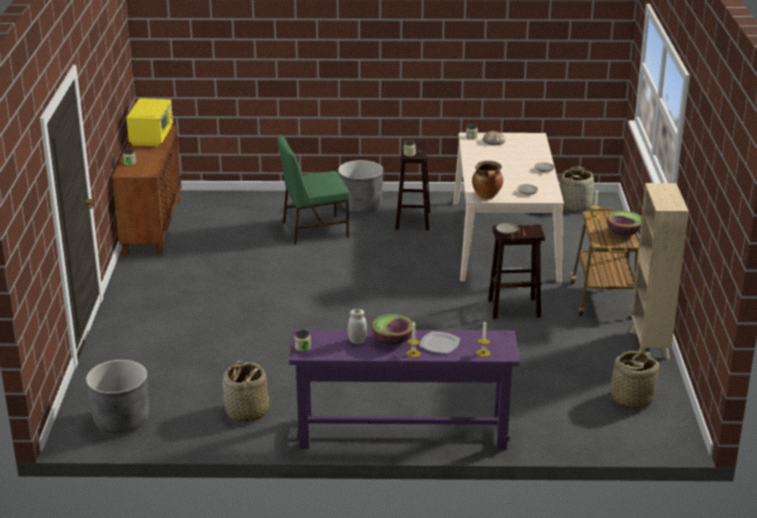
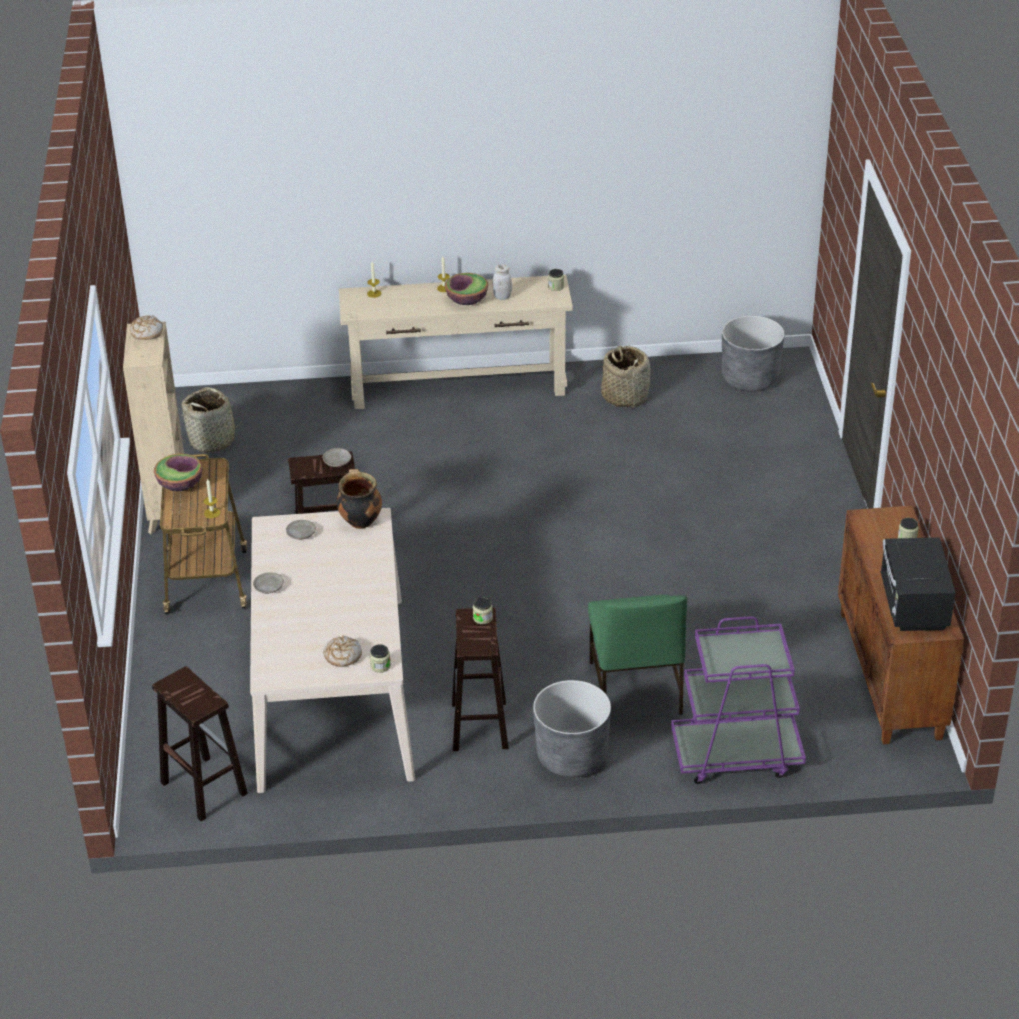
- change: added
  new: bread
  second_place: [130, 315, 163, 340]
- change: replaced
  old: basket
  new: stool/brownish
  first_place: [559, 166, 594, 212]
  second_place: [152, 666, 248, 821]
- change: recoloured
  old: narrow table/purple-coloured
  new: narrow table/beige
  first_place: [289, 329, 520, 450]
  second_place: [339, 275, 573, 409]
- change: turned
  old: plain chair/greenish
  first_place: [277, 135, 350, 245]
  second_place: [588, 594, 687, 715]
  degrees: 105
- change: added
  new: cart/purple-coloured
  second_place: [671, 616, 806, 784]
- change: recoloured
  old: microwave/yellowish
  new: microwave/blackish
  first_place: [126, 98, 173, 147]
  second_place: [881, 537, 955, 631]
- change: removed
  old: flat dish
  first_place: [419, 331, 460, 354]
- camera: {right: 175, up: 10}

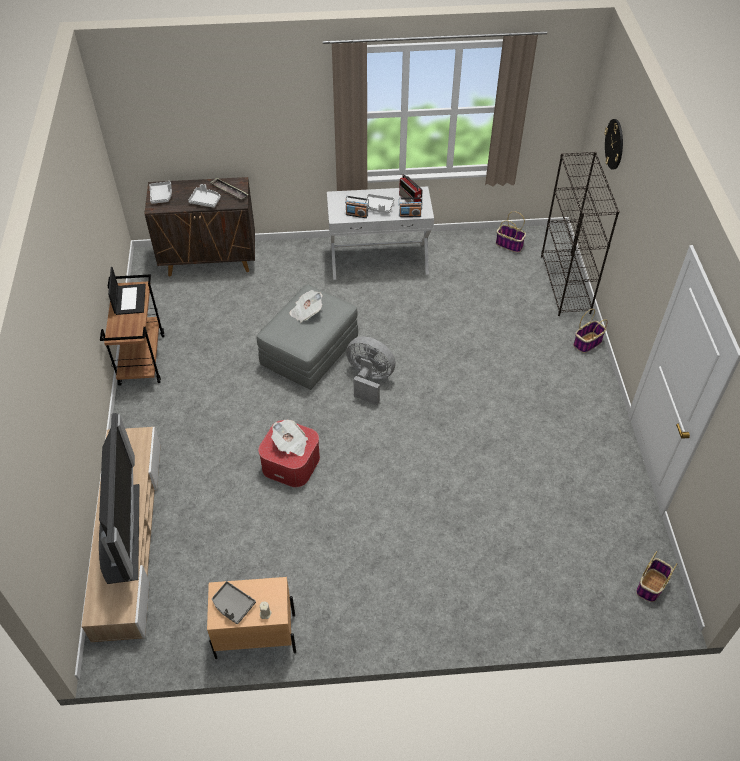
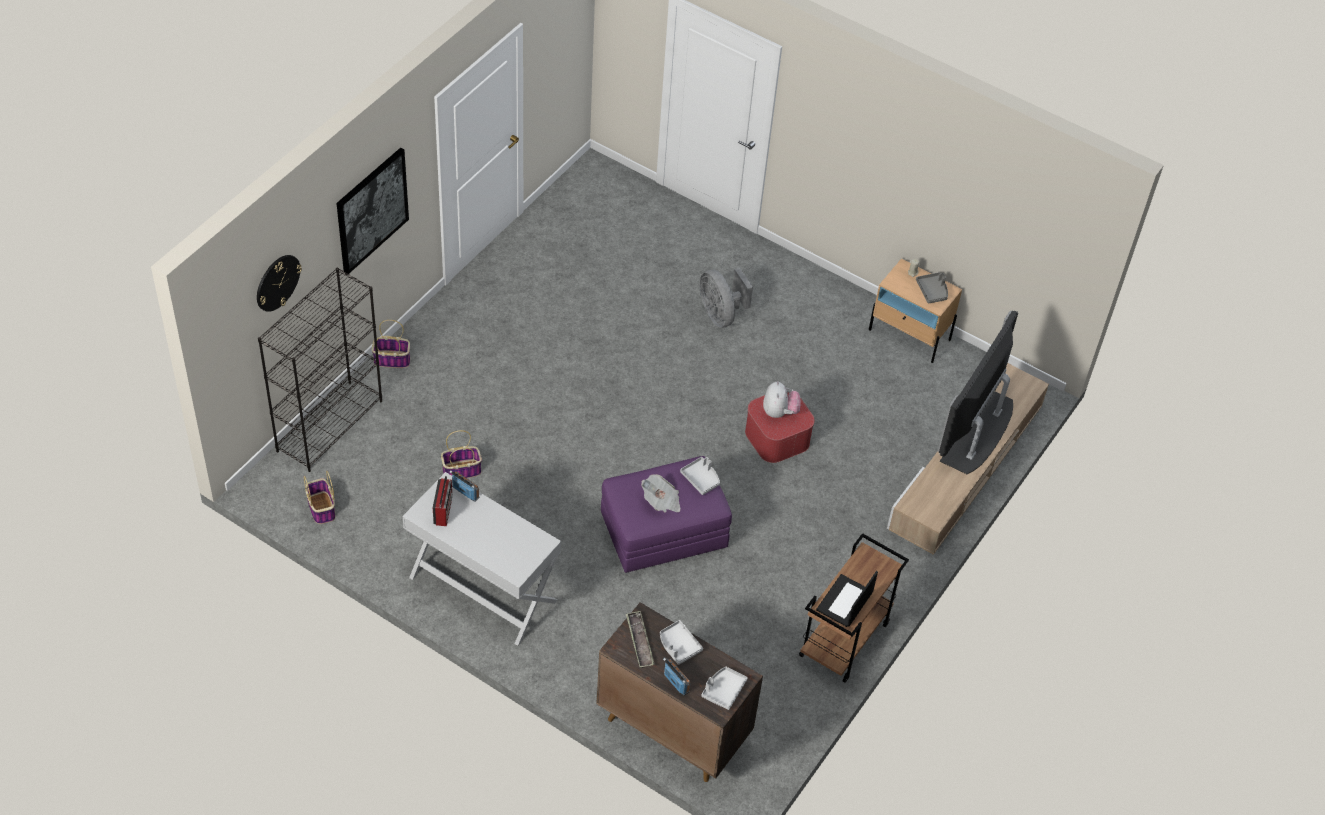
- change: added
  new: wall picture
  second_place: [336, 148, 409, 275]
- change: moved
  old: basket
  first_place: [636, 551, 677, 602]
  second_place: [441, 430, 482, 478]
- change: recoloured
  old: pouffe/grey
  new: pouffe/purple-coloured
  first_place: [257, 285, 358, 390]
  second_place: [601, 456, 732, 573]
- change: moved
  old: radio
  first_place: [345, 196, 369, 218]
  second_place: [663, 658, 691, 696]
- change: moved
  old: tray/grey
  first_place: [365, 194, 394, 213]
  second_place: [680, 457, 720, 495]
- change: moved
  old: cooling fan/grey
  first_place: [346, 337, 396, 405]
  second_place: [700, 267, 753, 327]
- change: replaced
  old: daily paper
  new: cuddly toy
  first_place: [271, 420, 308, 456]
  second_place: [763, 381, 801, 418]
- camera: {right: -145, up: 0}

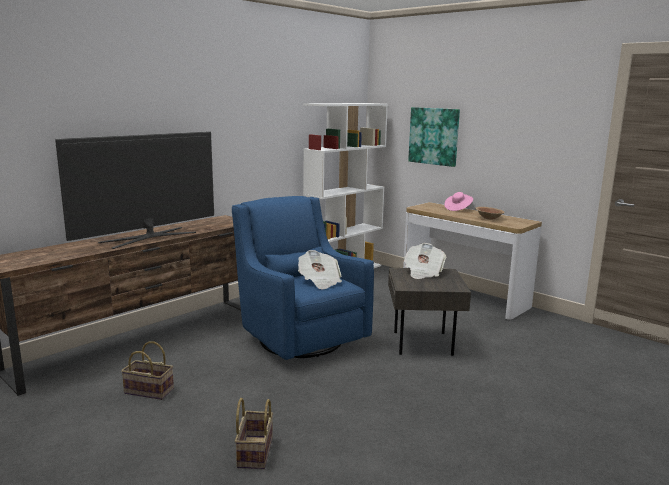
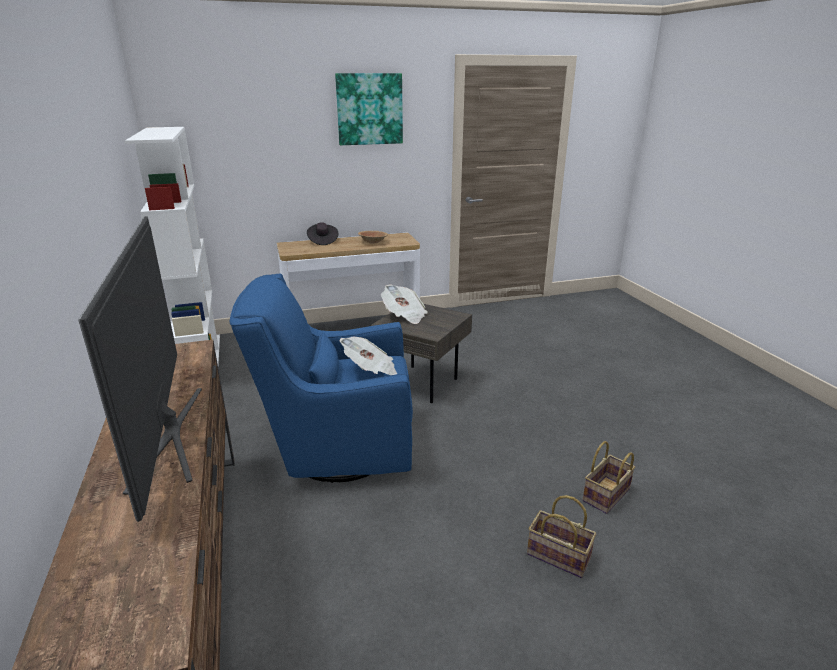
- change: recoloured
  old: clothing hat/pinkish
  new: clothing hat/blackish
  first_place: [444, 192, 473, 211]
  second_place: [307, 222, 338, 245]
- change: moved
  old: wall picture
  first_place: [408, 107, 460, 167]
  second_place: [335, 73, 403, 145]
- change: moved
  old: basket
  first_place: [121, 341, 174, 400]
  second_place: [582, 441, 635, 514]
- camera: {right: -60, up: 10}

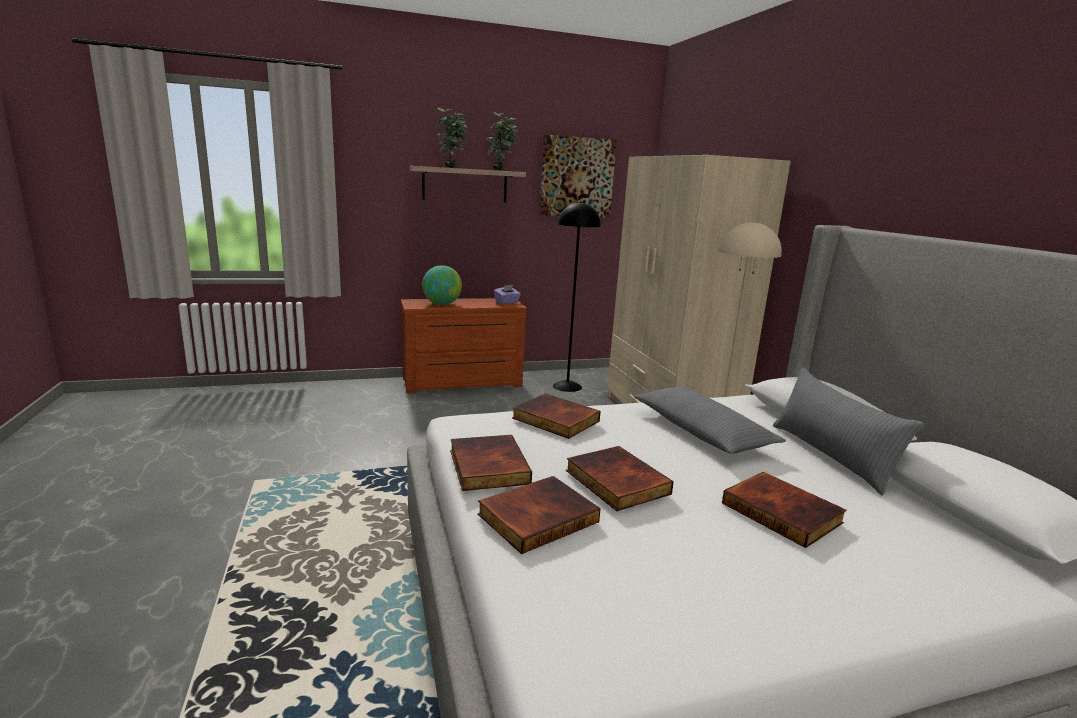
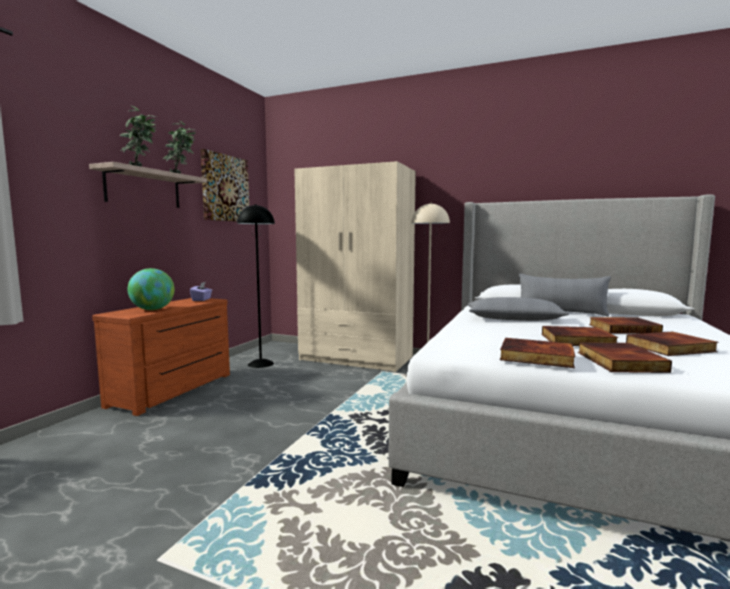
- change: moved
  old: bound book
  first_place: [512, 393, 601, 439]
  second_place: [626, 332, 718, 356]
- camera: {right: -50, up: -10}

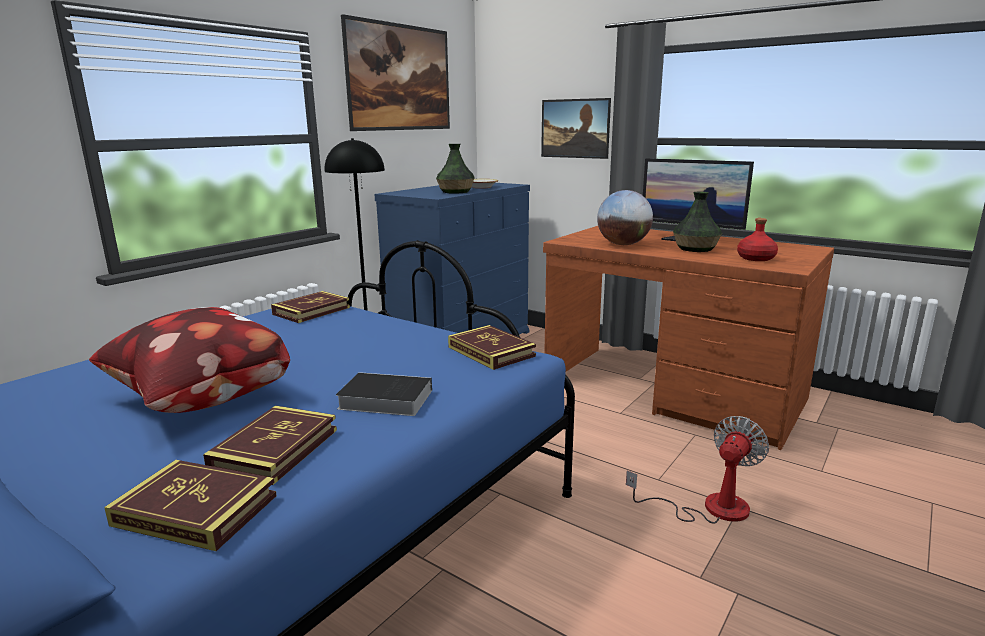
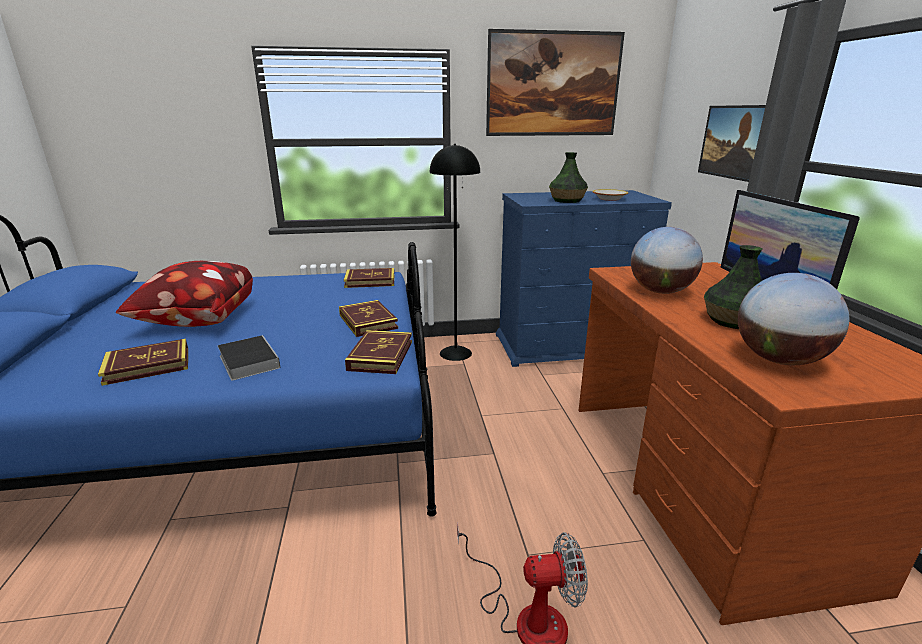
- change: moved
  old: bound book
  first_place: [104, 460, 277, 551]
  second_place: [339, 300, 398, 337]
- change: replaced
  old: bottle/reddish
  new: world globe
  first_place: [737, 218, 778, 261]
  second_place: [738, 273, 849, 365]
- camera: {right: 45, up: 5}

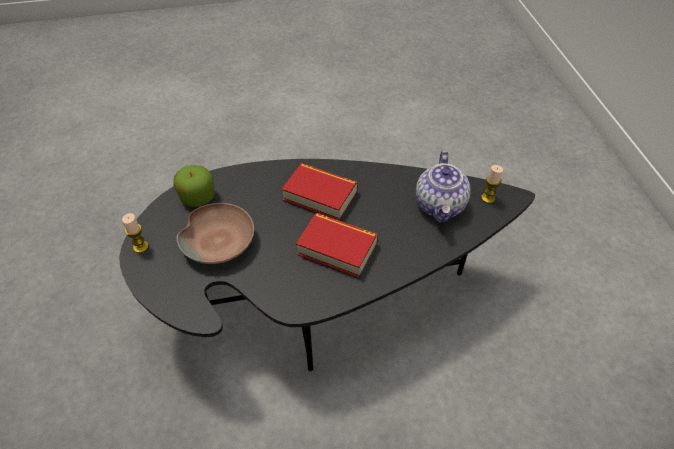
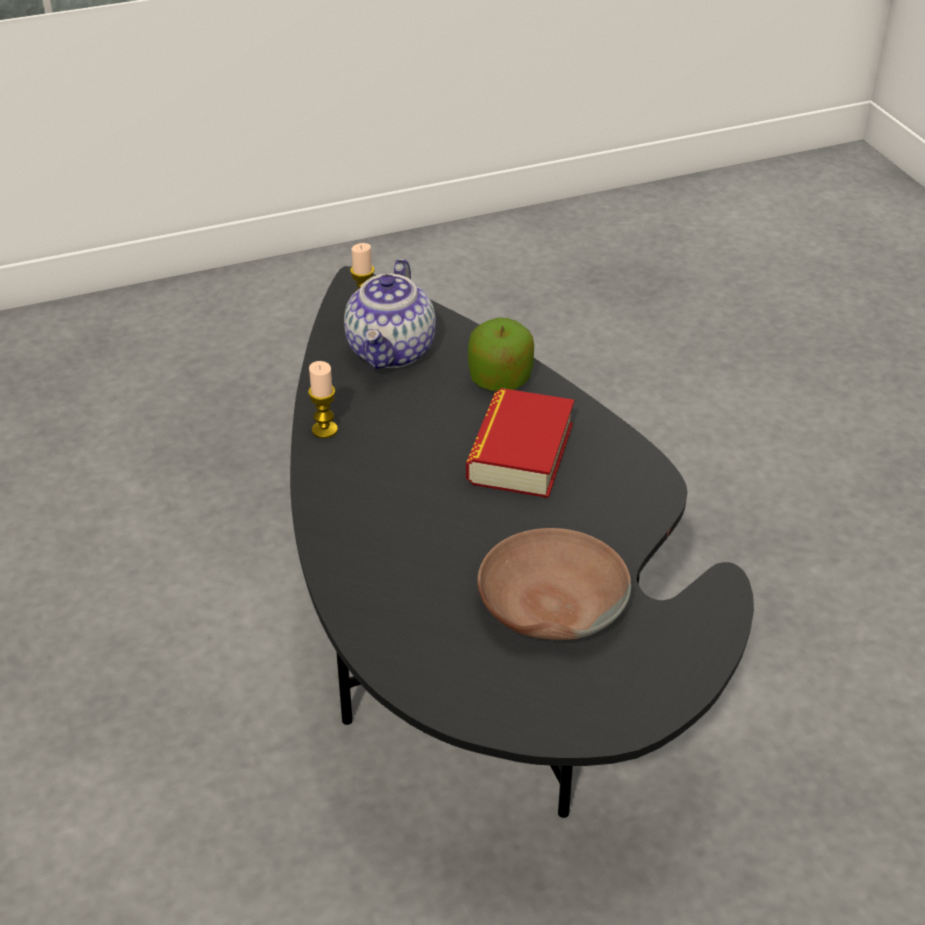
- change: moved
  old: candle
  first_place: [122, 213, 149, 253]
  second_place: [308, 361, 338, 438]
- change: turned
  old: teapot
  first_place: [416, 151, 471, 223]
  second_place: [344, 259, 436, 369]
  degrees: 105
- change: moved
  old: whole apple
  first_place: [173, 165, 214, 207]
  second_place: [468, 317, 534, 391]
- change: removed
  old: bound book
  first_place: [282, 163, 358, 220]
- camera: {right: -100, up: -10}

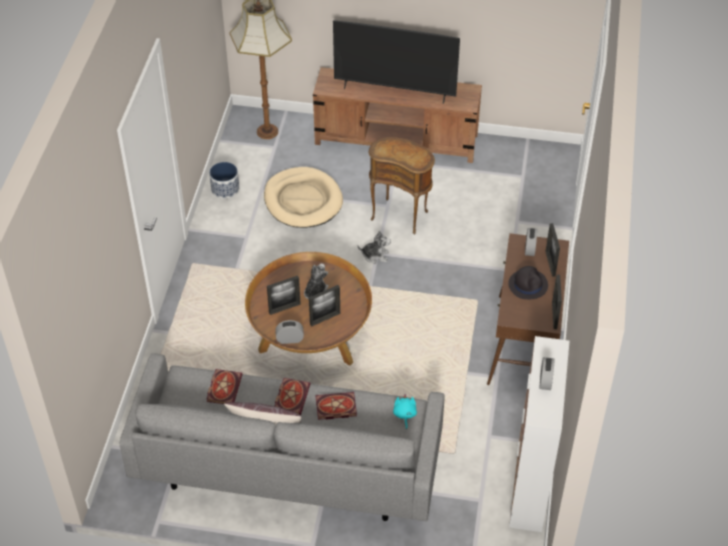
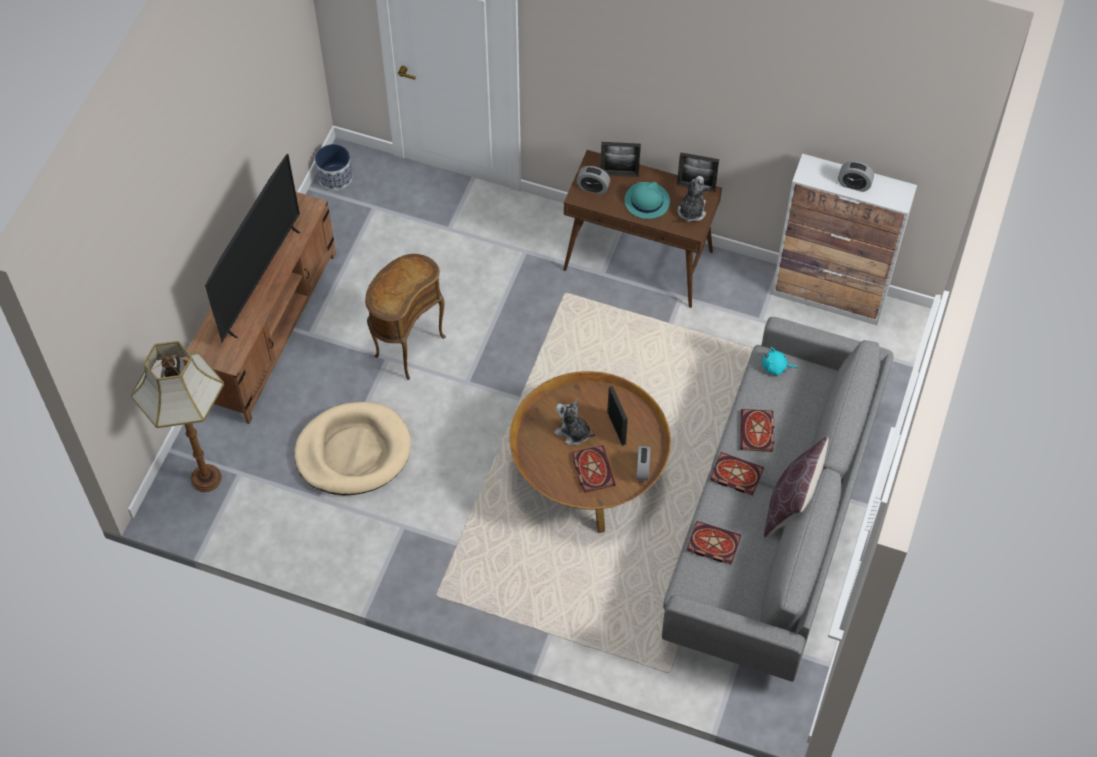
- change: moved
  old: flower pot
  first_place: [209, 162, 239, 199]
  second_place: [315, 144, 353, 190]
- change: replaced
  old: standing frame
  new: bound book
  first_place: [267, 276, 301, 315]
  second_place: [572, 445, 615, 493]
- change: recoloured
  old: clothing hat/blackish
  new: clothing hat/turquoise
  first_place: [508, 266, 548, 299]
  second_place: [624, 182, 670, 219]
- change: moved
  old: cuddly toy
  first_place: [357, 231, 391, 264]
  second_place: [678, 176, 710, 222]
- camera: {right: -80, up: 10}

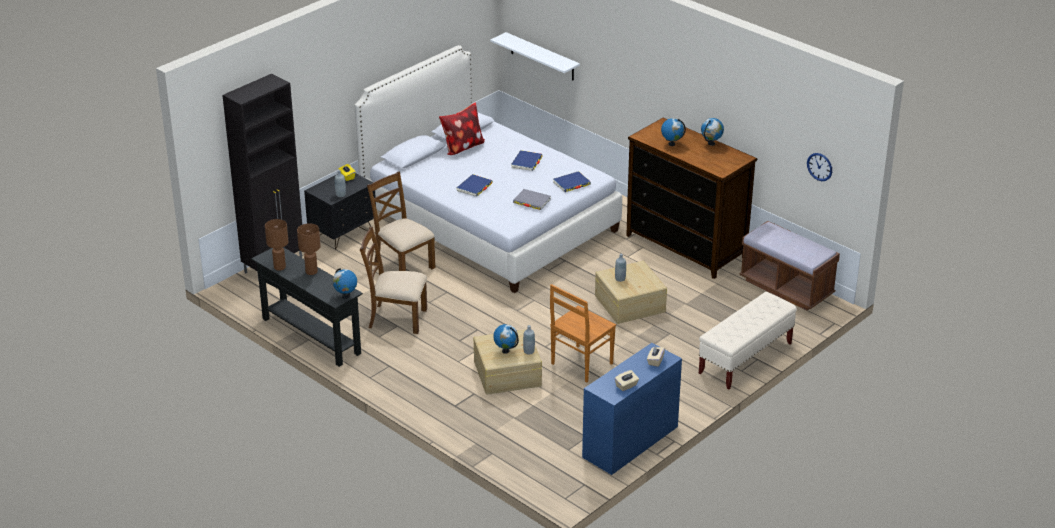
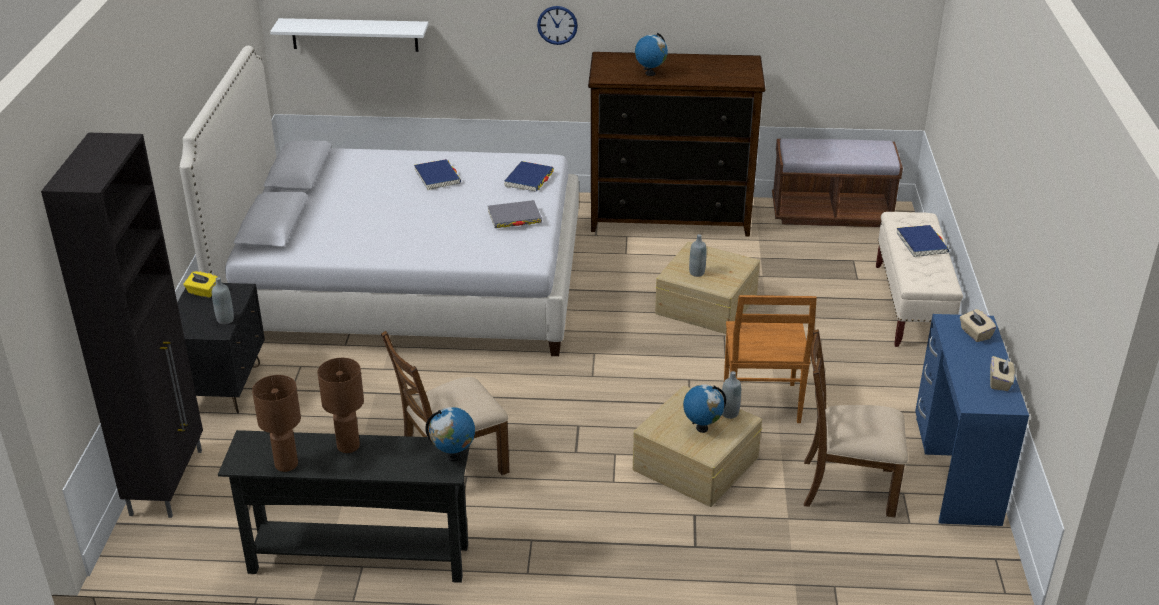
- change: moved
  old: hanging clock
  first_place: [807, 153, 832, 181]
  second_place: [537, 6, 578, 45]
- change: moved
  old: plain chair/brownish
  first_place: [367, 171, 435, 271]
  second_place: [804, 329, 908, 517]
- change: moved
  old: bound book/bluish
  first_place: [457, 174, 493, 197]
  second_place: [897, 225, 949, 257]
- change: removed
  old: throw pillow
  first_place: [439, 102, 485, 155]
- change: removed
  old: world globe
  first_place: [701, 118, 724, 146]
- camera: {right: -40, up: 0}

